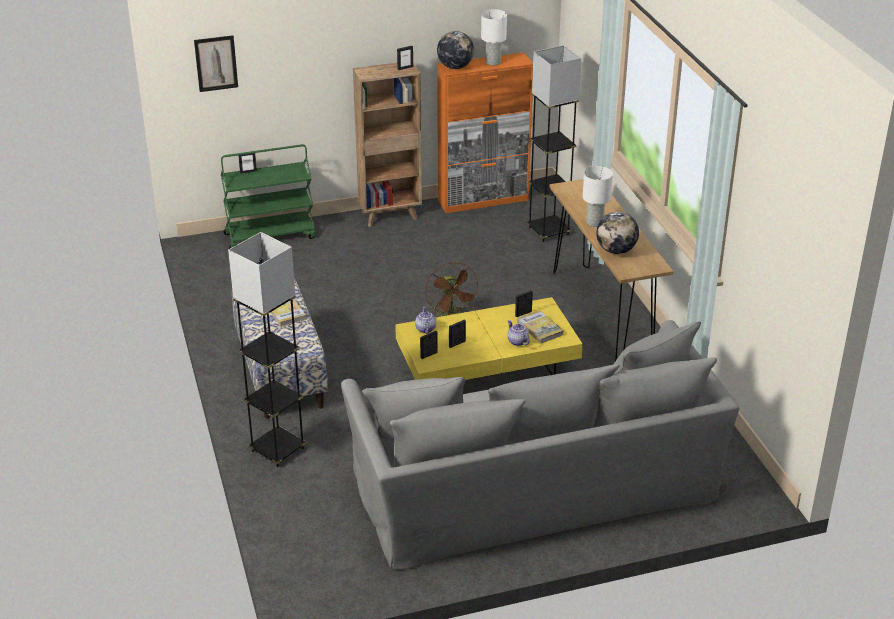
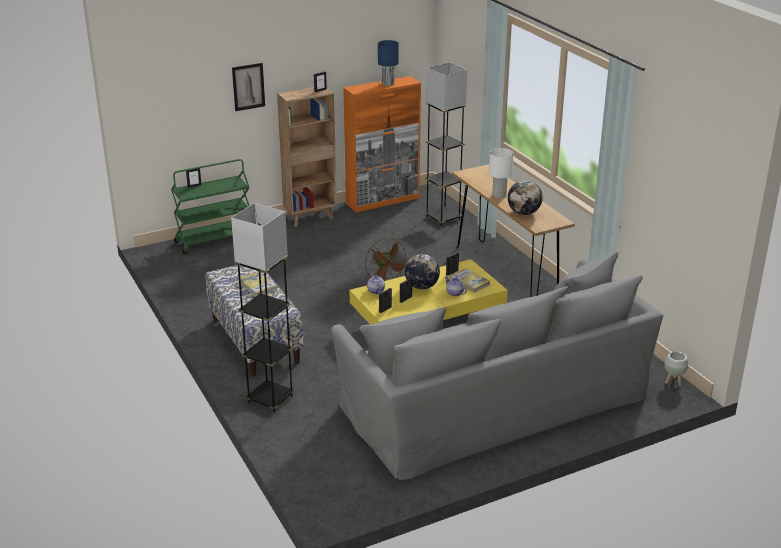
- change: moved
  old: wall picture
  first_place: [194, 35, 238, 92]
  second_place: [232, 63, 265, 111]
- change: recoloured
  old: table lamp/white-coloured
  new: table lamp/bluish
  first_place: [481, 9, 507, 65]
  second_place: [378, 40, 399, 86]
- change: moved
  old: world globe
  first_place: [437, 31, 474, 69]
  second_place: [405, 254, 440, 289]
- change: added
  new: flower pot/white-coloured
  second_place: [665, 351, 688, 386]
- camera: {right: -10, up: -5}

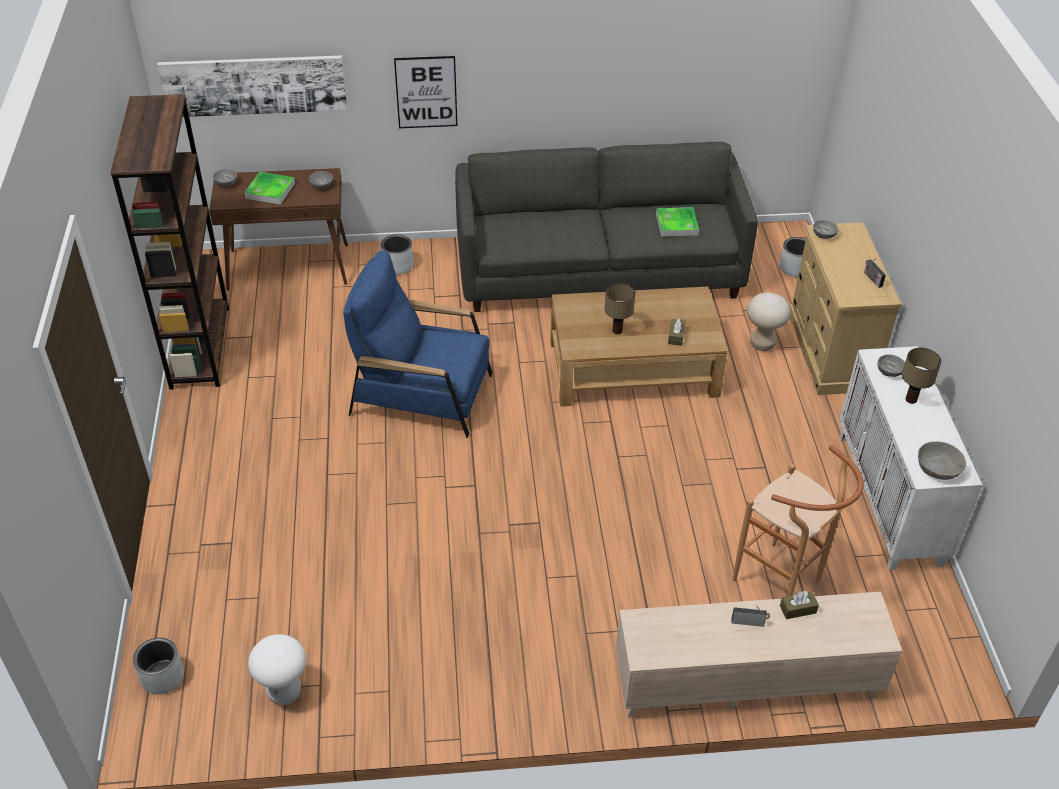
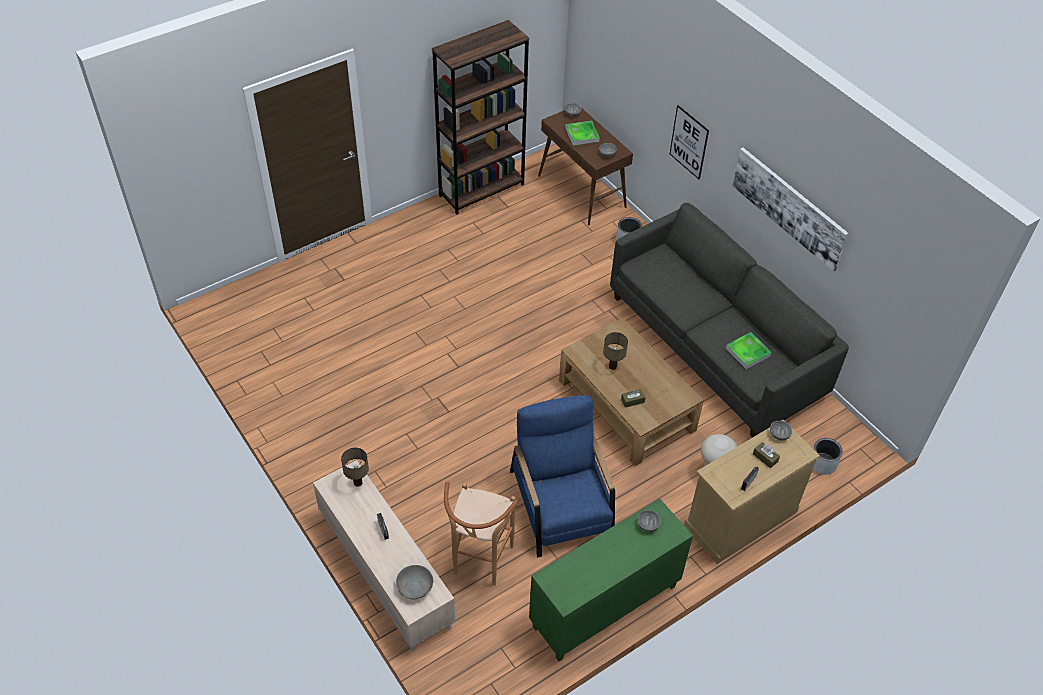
- change: moved
  old: table lamp
  first_place: [902, 348, 941, 404]
  second_place: [341, 448, 369, 487]
- change: moved
  old: bowl/grey
  first_place: [918, 441, 966, 480]
  second_place: [396, 565, 433, 600]
- change: moved
  old: easy chair/bluish
  first_place: [343, 250, 492, 438]
  second_place: [510, 395, 615, 558]
- change: recoloured
  old: storage cabinet/white-coloured
  new: storage cabinet/greenish
  first_place: [839, 346, 982, 570]
  second_place: [529, 498, 693, 661]
- change: moved
  old: wall picture
  first_place: [157, 55, 347, 117]
  second_place: [732, 148, 849, 272]
- change: moved
  old: tissue box/brownish
  first_place: [780, 591, 819, 619]
  second_place: [753, 442, 780, 468]
- change: removed
  old: flower pot/grey
  first_place: [133, 638, 184, 694]
- change: removed
  old: stool/white-coloured
  first_place: [248, 634, 306, 705]
- camera: {right: 60, up: 5}

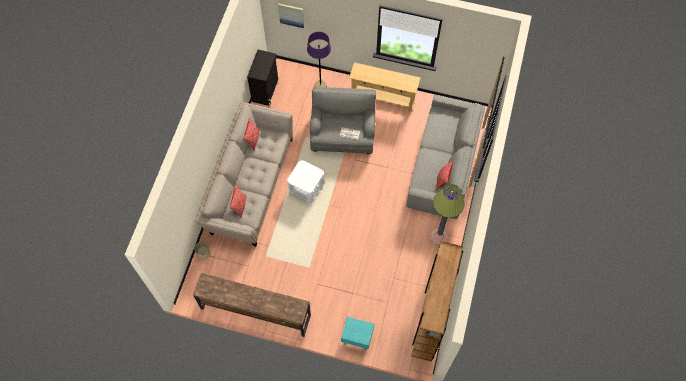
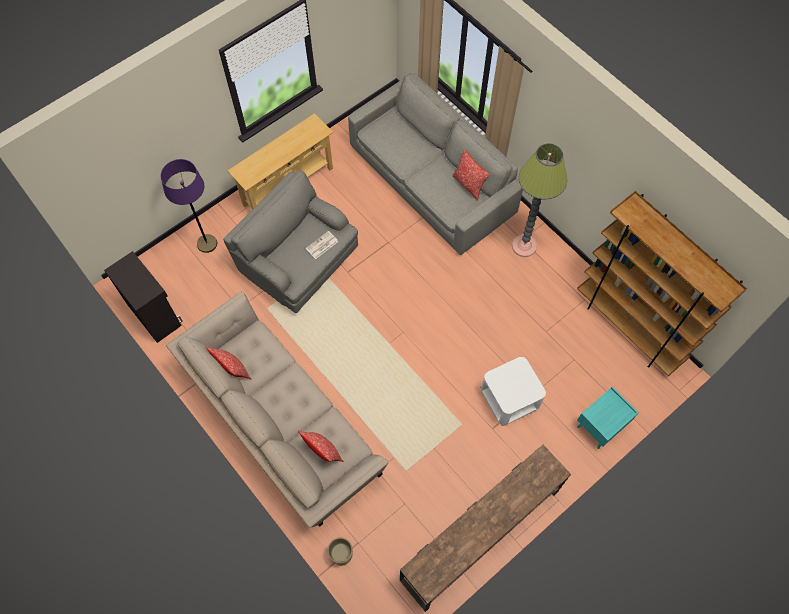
- change: moved
  old: accent table/white-coloured
  first_place: [287, 160, 324, 203]
  second_place: [480, 357, 546, 426]
- change: removed
  old: wall picture
  first_place: [278, 3, 304, 28]
- camera: {right: -55, up: 0}

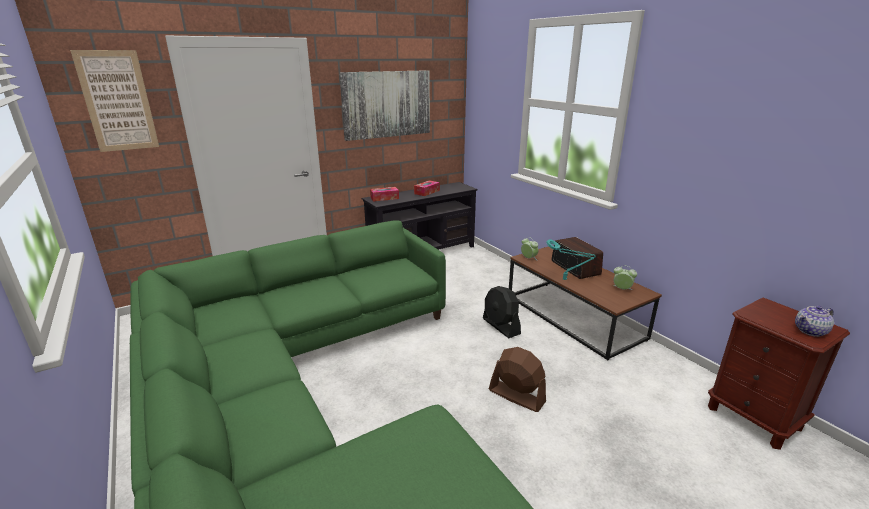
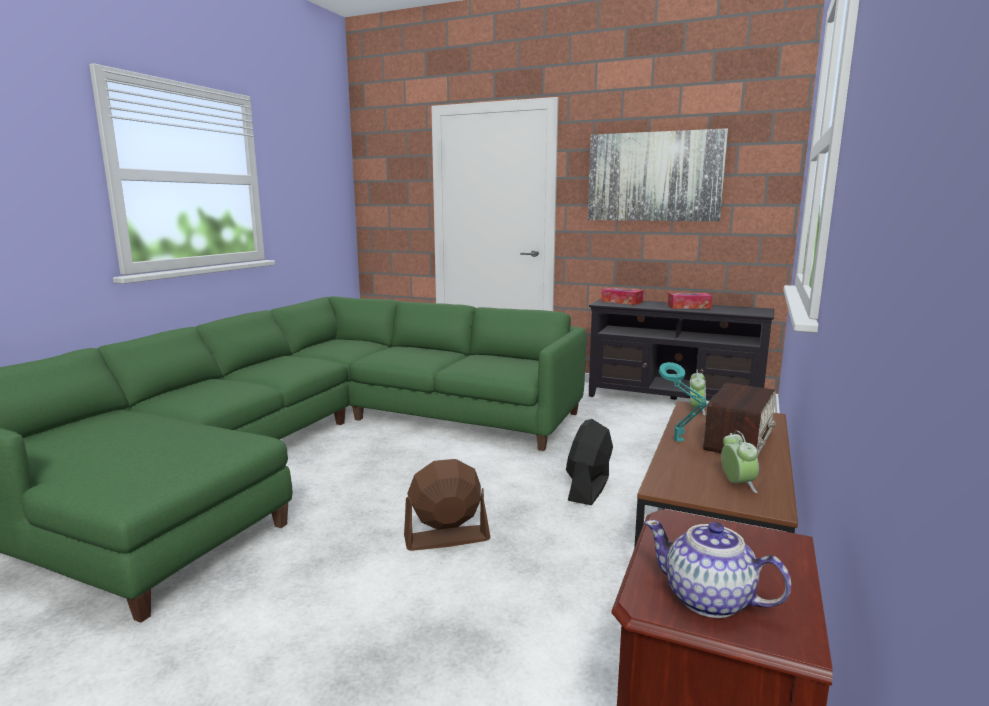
- change: turned
  old: cooling fan/brownish
  first_place: [489, 347, 546, 412]
  second_place: [404, 459, 490, 551]
  degrees: -105
- change: removed
  old: wall picture
  first_place: [70, 50, 159, 152]
- camera: {right: 55, up: -10}

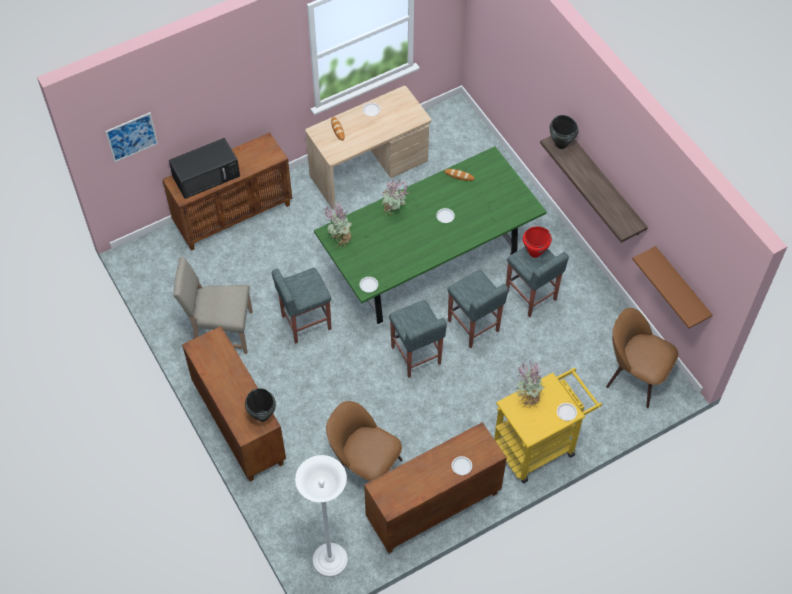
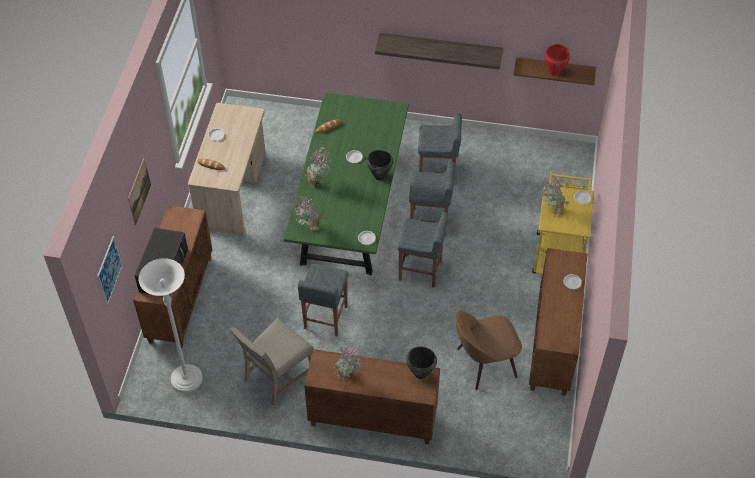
- change: added
  new: wall picture
  second_place: [128, 158, 151, 225]
- change: moved
  old: standing lamp/white-coloured
  first_place: [295, 455, 348, 577]
  second_place: [139, 258, 203, 393]
- change: added
  new: houseplant
  second_place: [333, 345, 362, 380]
- change: moved
  old: stockpot/blackish
  first_place: [550, 115, 578, 149]
  second_place: [366, 150, 394, 180]
- change: moved
  old: stockpot/reddish
  first_place: [523, 226, 552, 258]
  second_place: [545, 44, 570, 76]
- change: removed
  old: plain chair/brownish
  first_place: [606, 308, 678, 408]
- camera: {right: -50, up: -5}

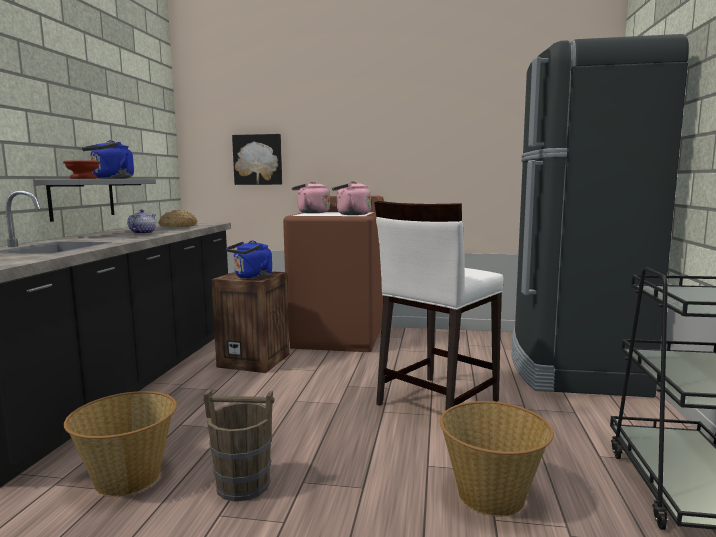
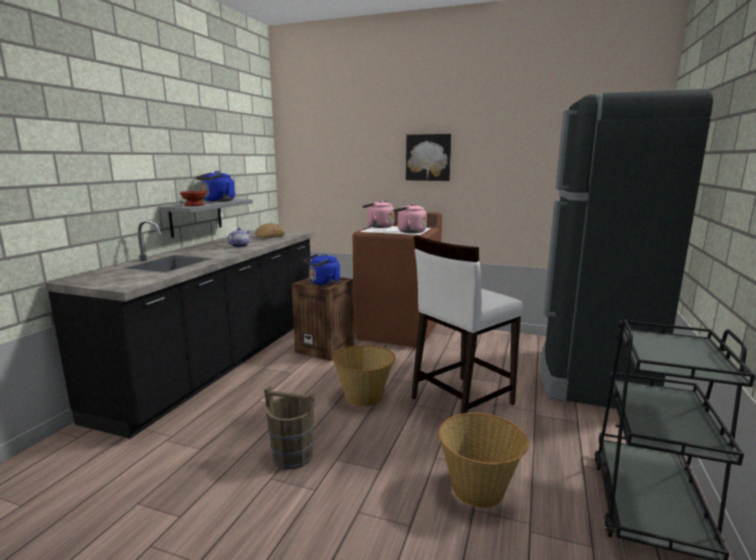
- change: moved
  old: basket
  first_place: [64, 391, 177, 497]
  second_place: [333, 345, 396, 407]
- change: moved
  old: wall picture
  first_place: [232, 134, 282, 185]
  second_place: [406, 134, 451, 181]
- camera: {right: 10, up: 5}

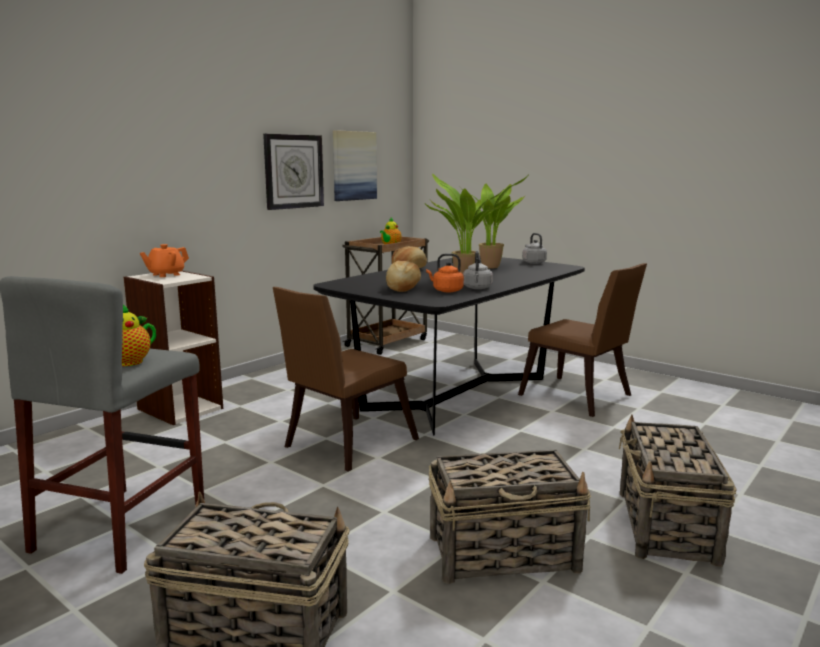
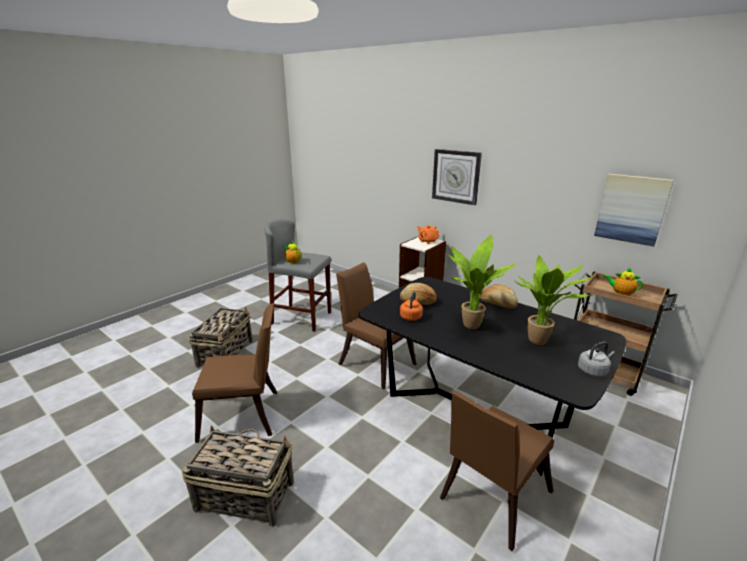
- change: replaced
  old: basket
  new: plain chair/brownish
  first_place: [429, 449, 591, 584]
  second_place: [192, 303, 277, 443]
- change: moved
  old: hanging clock
  first_place: [263, 134, 324, 210]
  second_place: [432, 149, 482, 205]
- change: removed
  old: tea kettle/grey
  first_place: [463, 251, 493, 289]
- camera: {right: 90, up: 10}

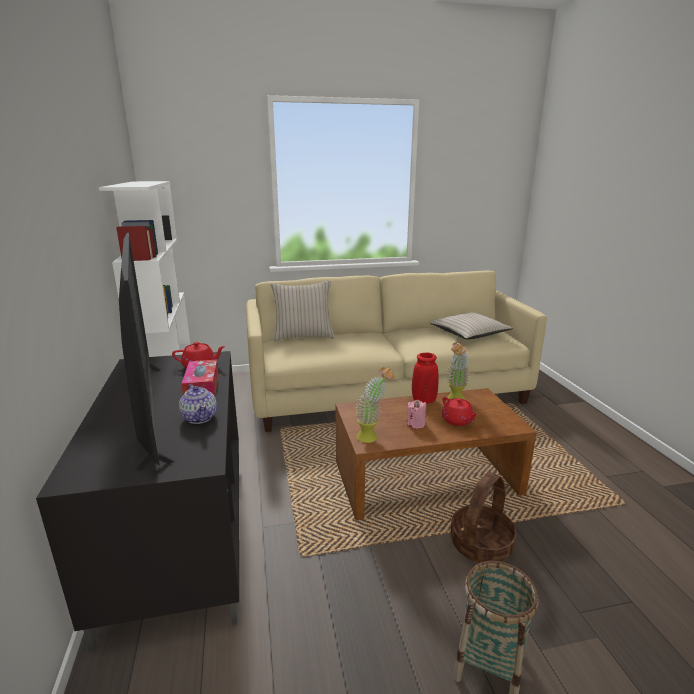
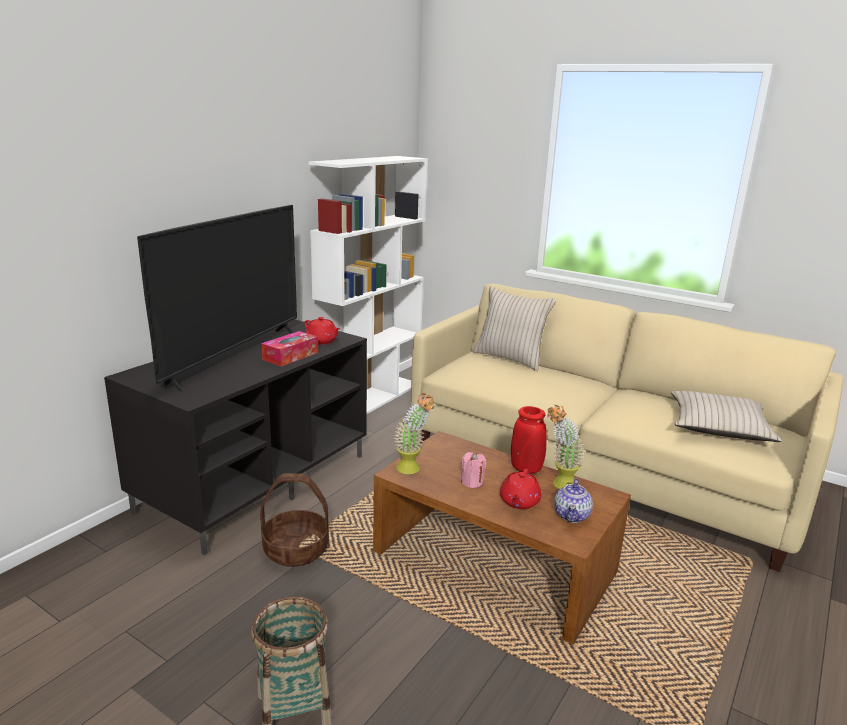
- change: moved
  old: basket
  first_place: [450, 472, 517, 563]
  second_place: [260, 473, 329, 567]
- change: moved
  old: teapot
  first_place: [179, 384, 217, 424]
  second_place: [554, 478, 593, 523]
- camera: {right: 45, up: 0}

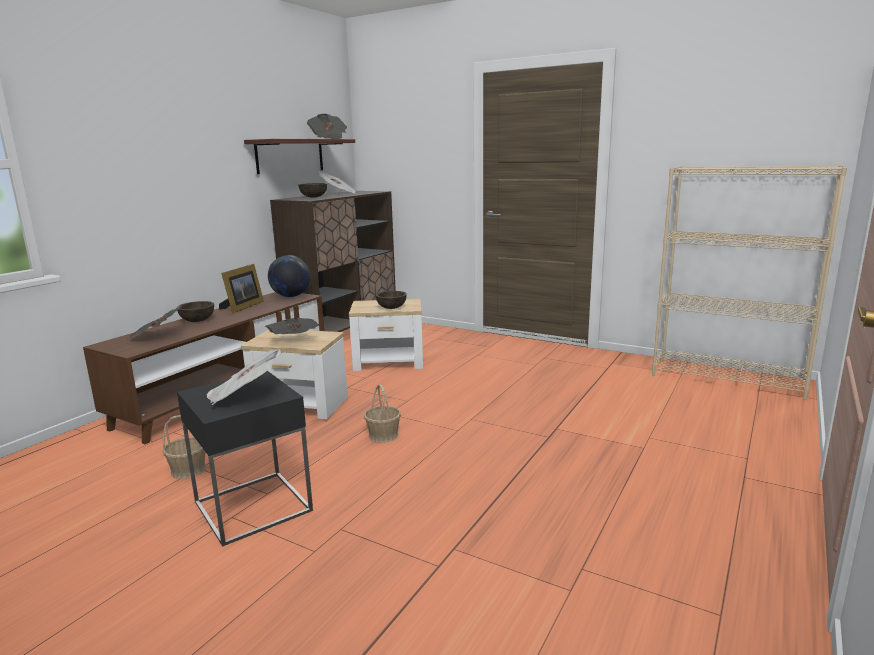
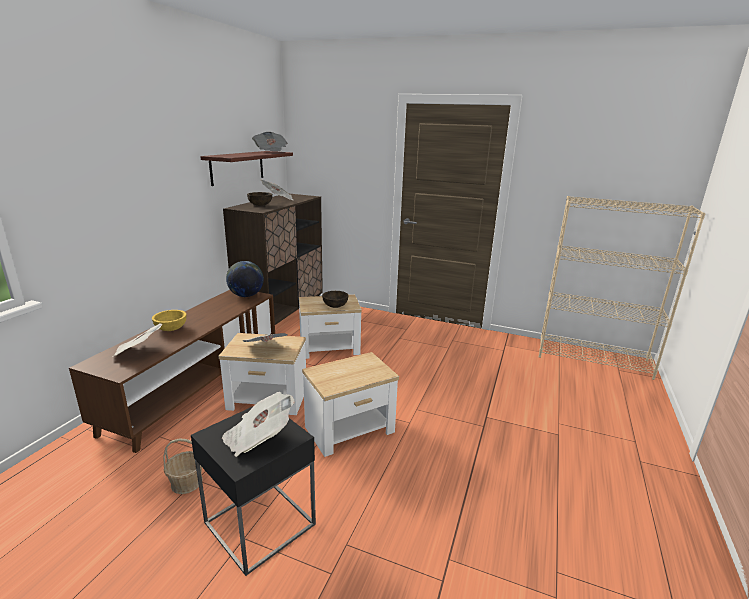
- change: recoloured
  old: bowl/brownish
  new: bowl/yellowish
  first_place: [177, 301, 214, 322]
  second_place: [152, 310, 186, 331]
- change: replaced
  old: basket
  new: accent table
  first_place: [364, 384, 401, 443]
  second_place: [302, 352, 399, 457]
- change: removed
  old: standing frame
  first_place: [219, 264, 264, 313]
- camera: {right: -10, up: 5}

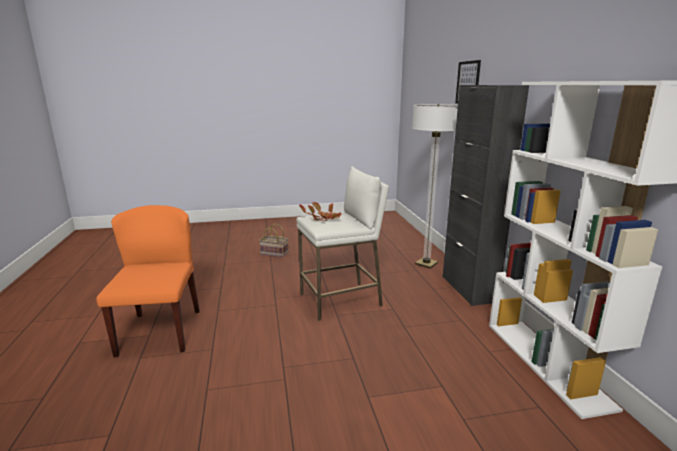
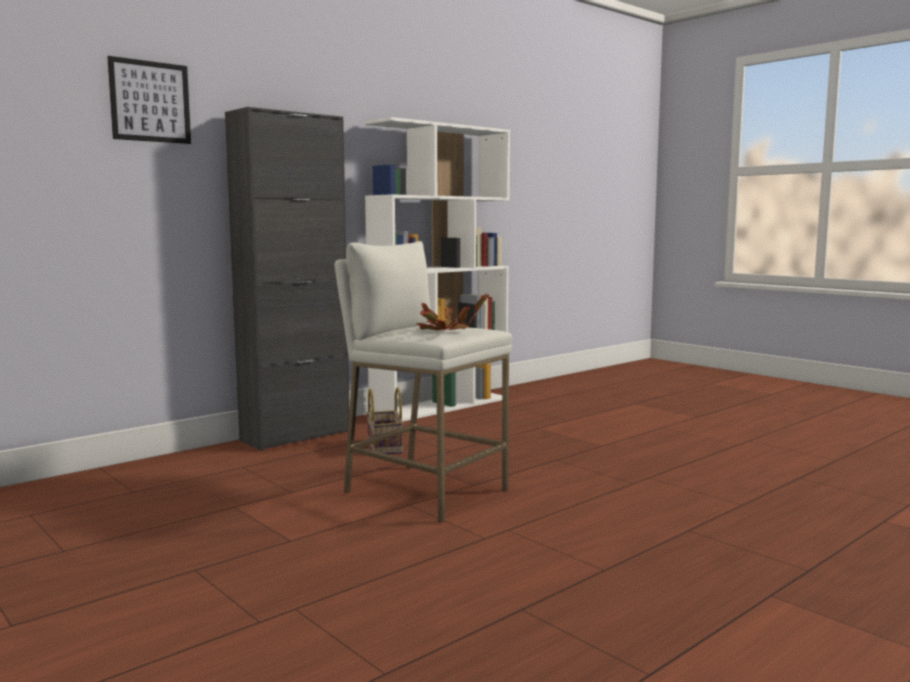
- change: moved
  old: basket
  first_place: [259, 224, 289, 257]
  second_place: [367, 387, 404, 454]
- change: removed
  old: plain chair/orange
  first_place: [96, 205, 200, 357]
- change: removed
  old: standing lamp
  first_place: [412, 104, 458, 269]
- camera: {right: -120, up: -10}

